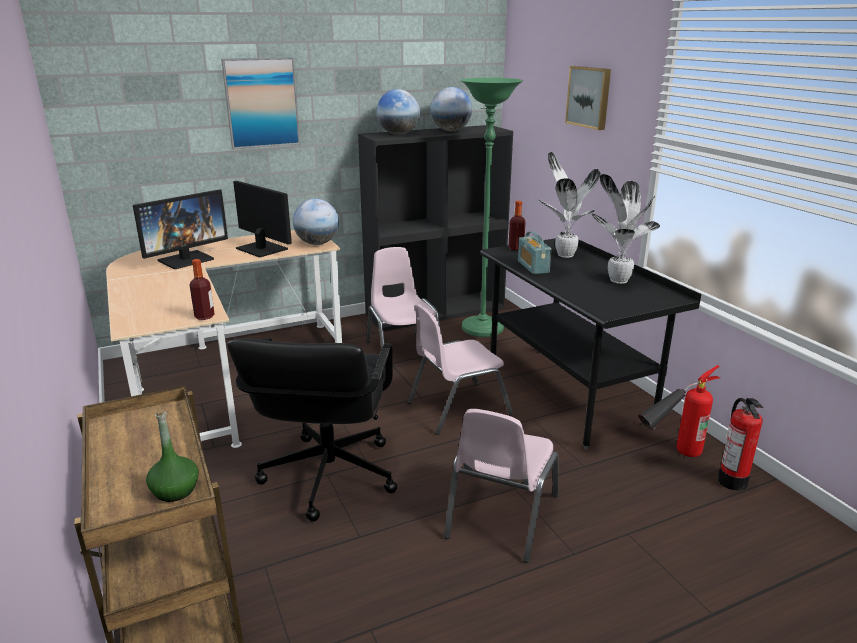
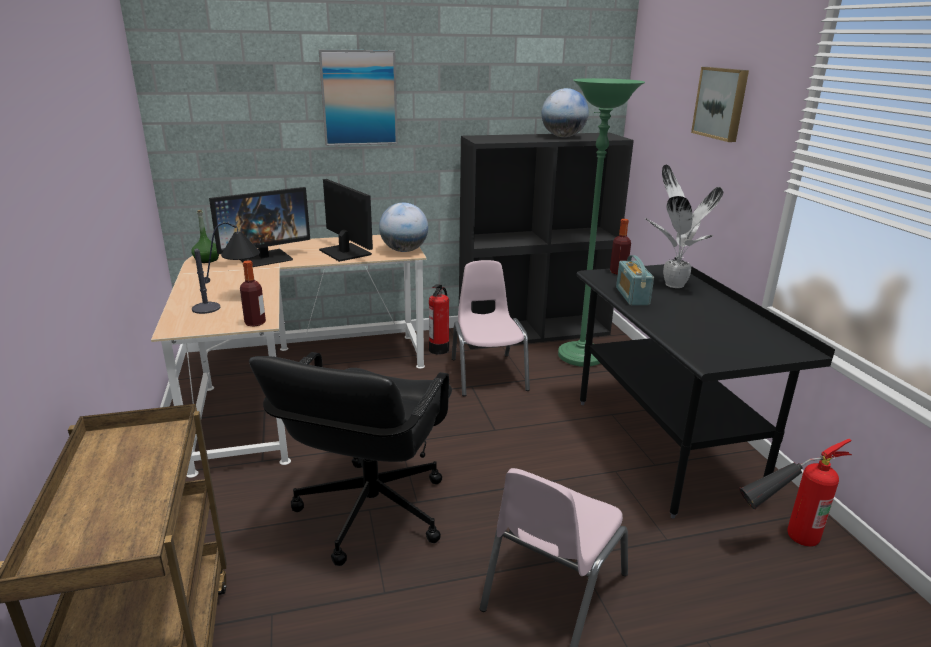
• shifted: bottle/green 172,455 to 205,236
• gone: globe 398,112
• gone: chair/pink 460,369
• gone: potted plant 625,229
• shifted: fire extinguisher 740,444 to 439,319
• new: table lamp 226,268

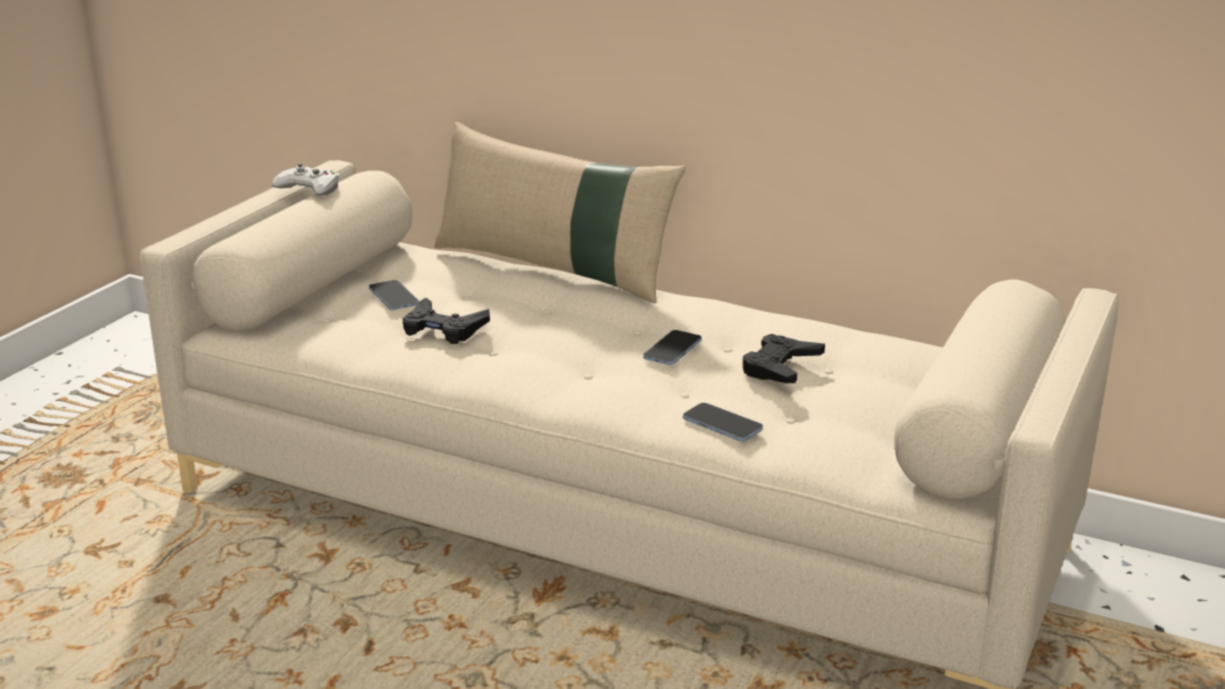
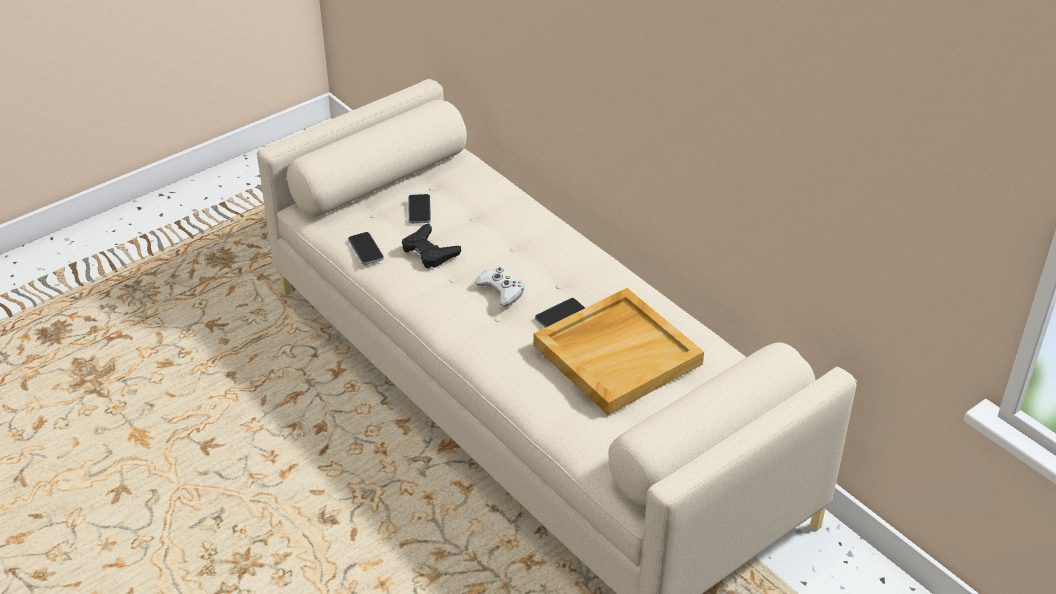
• shifted: game controller/white 306,180 to 499,286
• gone: pillow/beige 560,212
• shifted: phone 723,422 to 366,248
• swapped: game controller/black 783,358 to tray/beige 618,351

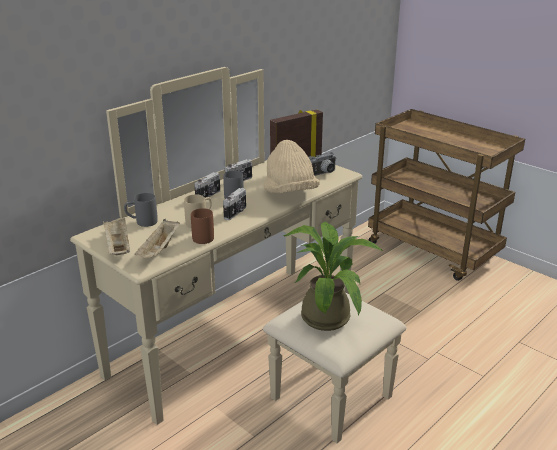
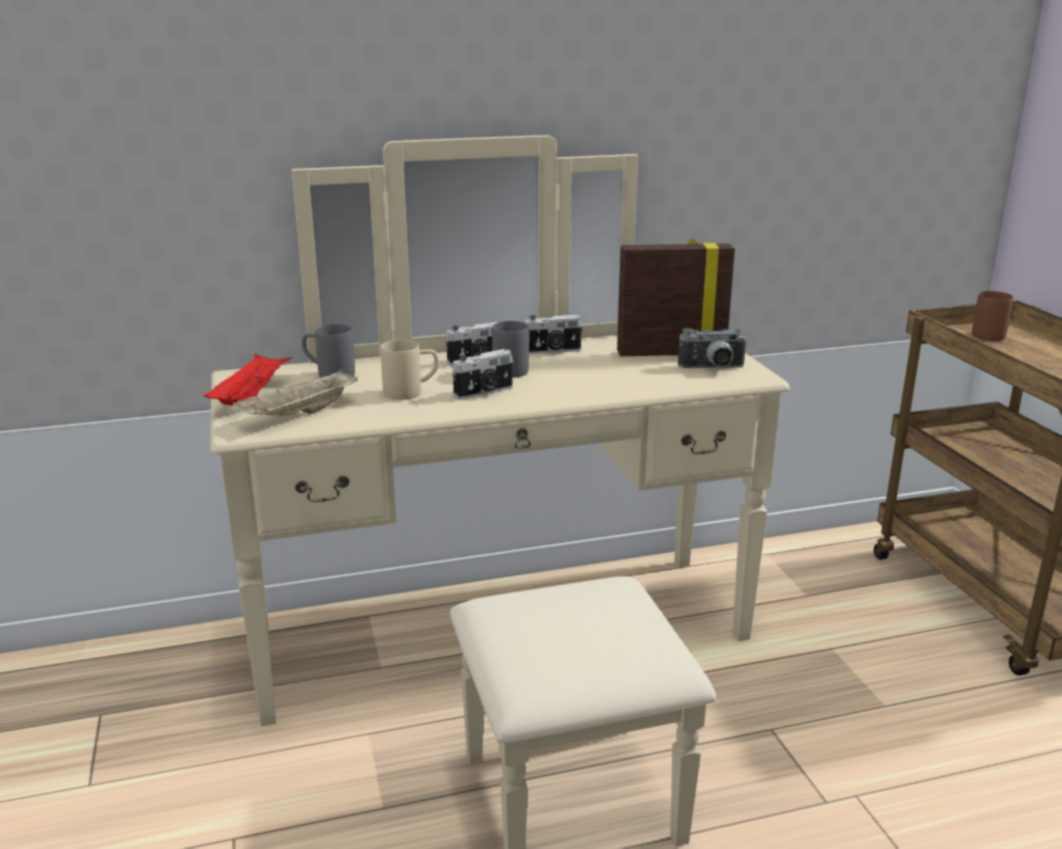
• repainted: tray/beige 116,236 to tray/red 247,379
• shifted: mug/brown 202,226 to 992,316
• gone: hat/beige 291,166
• gone: potted plant 334,276

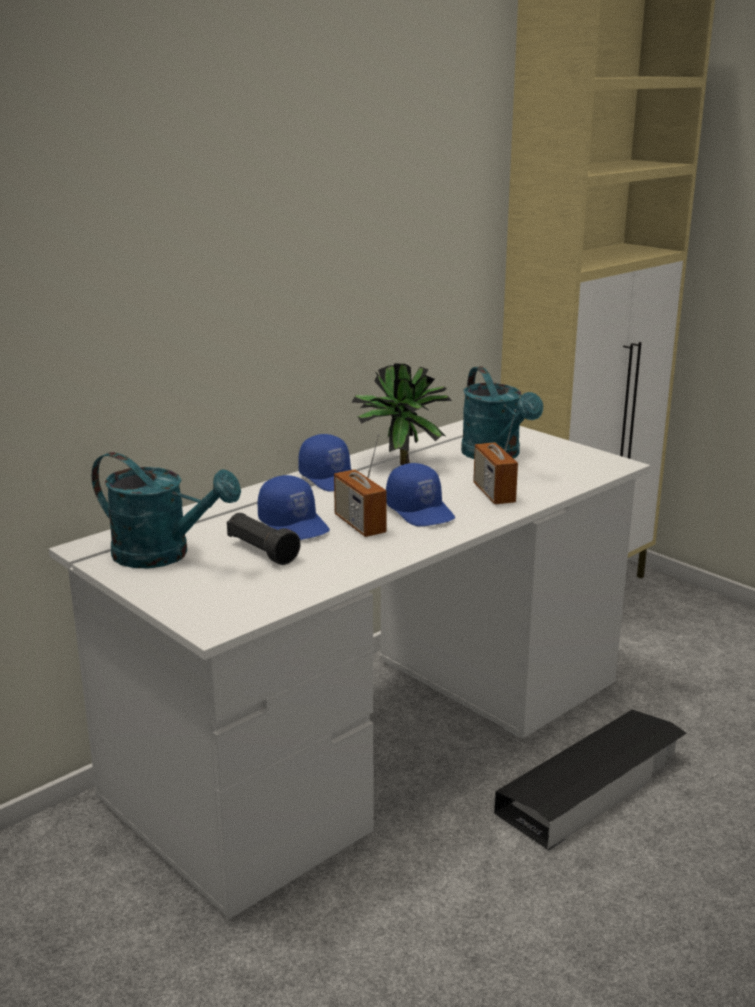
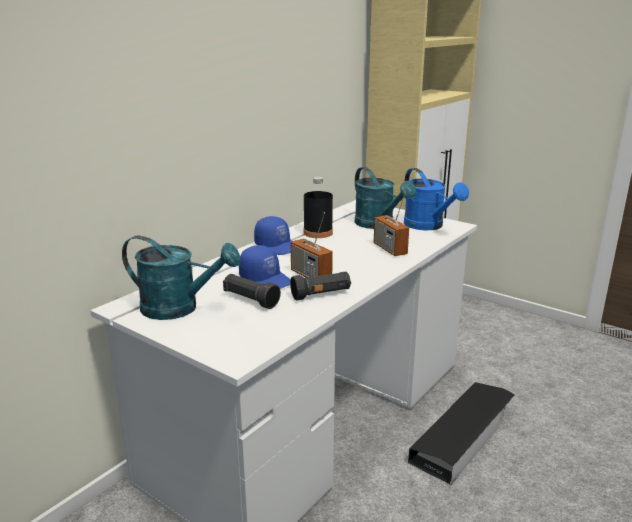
• swapped: potted plant 402,414 to bottle/black 318,207
• gone: cap/blue 420,494
• new: flashlight/black 320,286
• new: watering can/blue 436,199

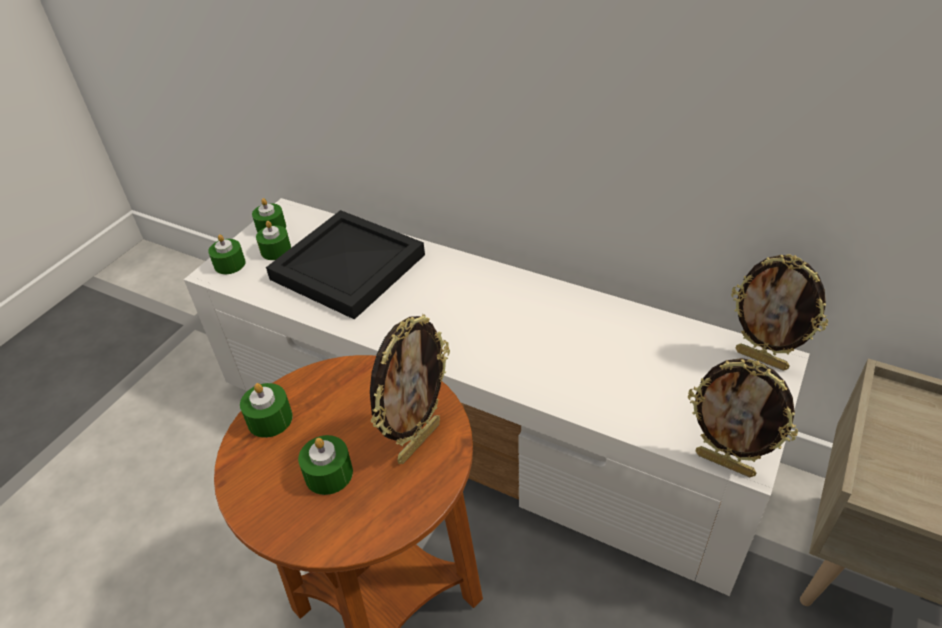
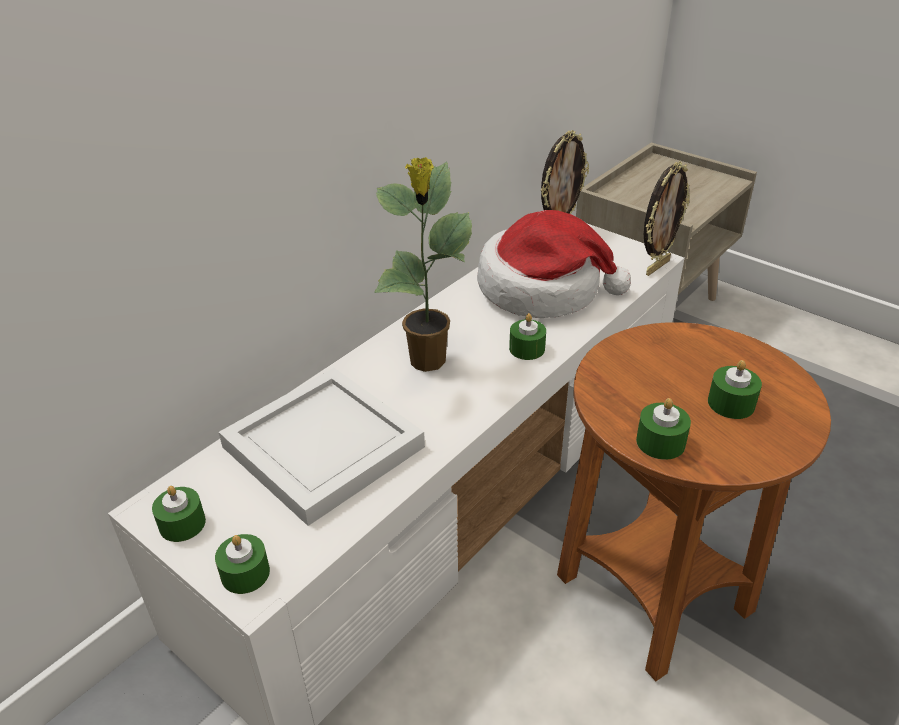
• shifted: candle/green 273,240 to 527,336
• repainted: tray/black 345,265 to tray/white 322,447
• gone: picture frame 410,389
• new: potted plant 423,264
• new: hat 554,264

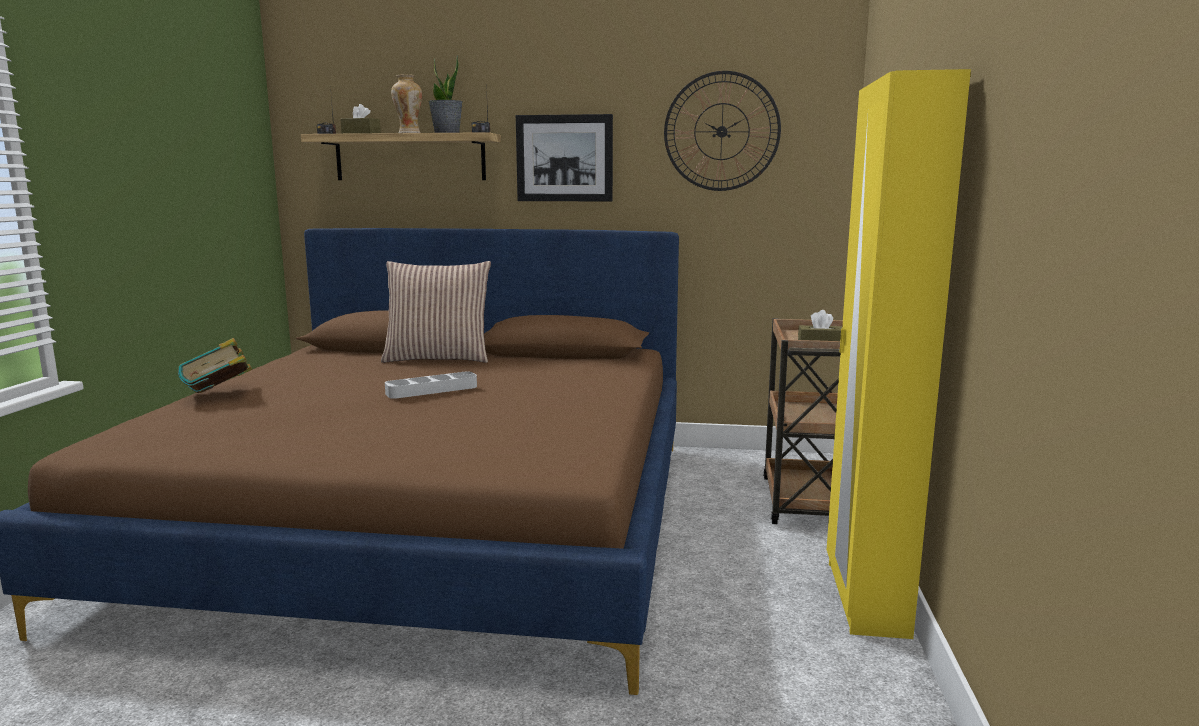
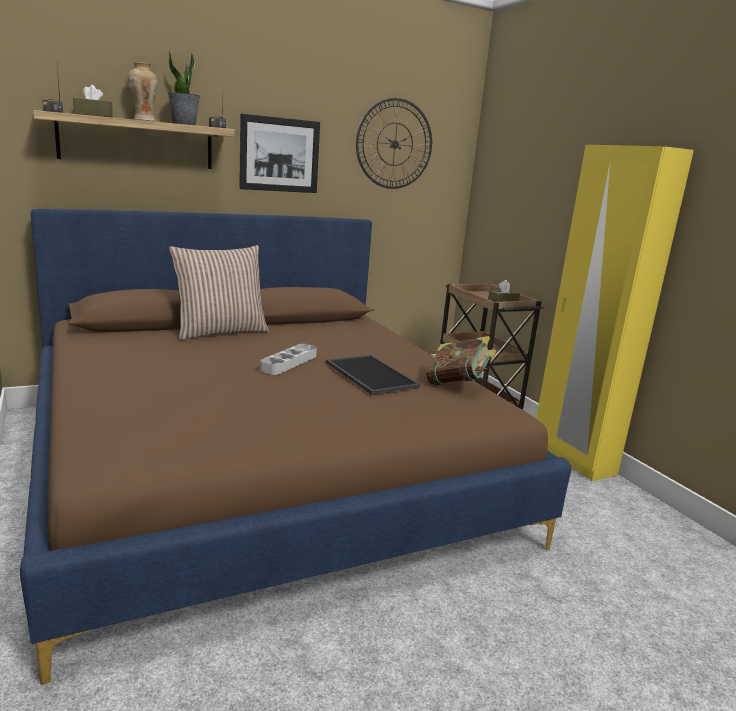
• shifted: book 215,365 to 461,360
• new: tray 373,375

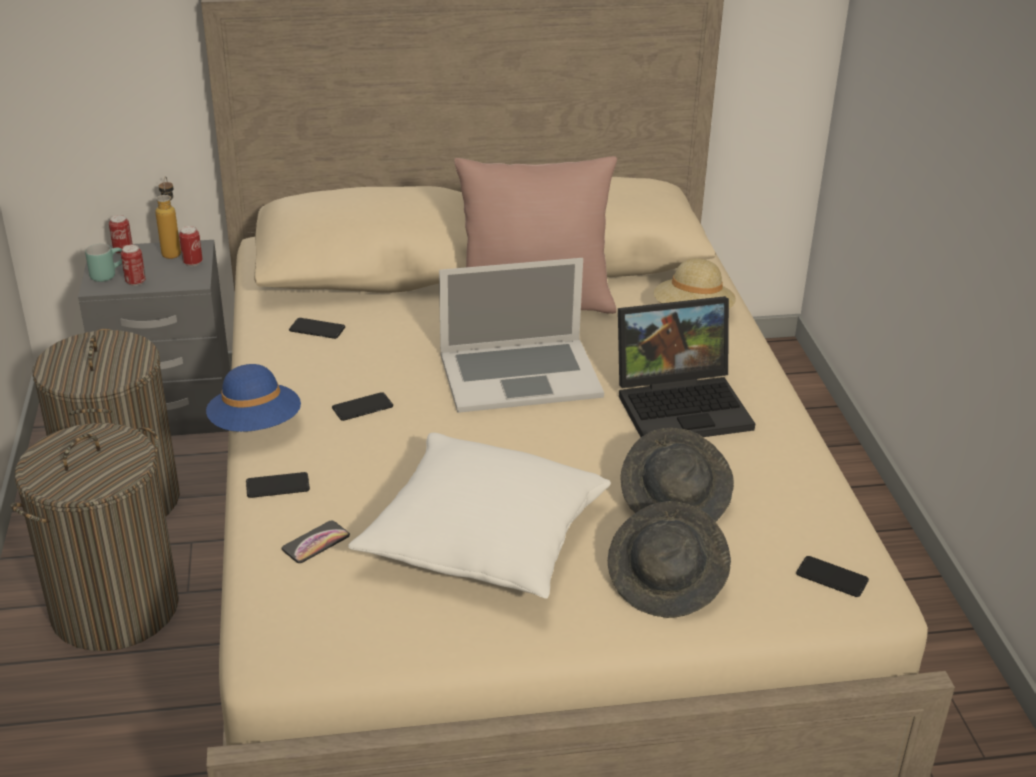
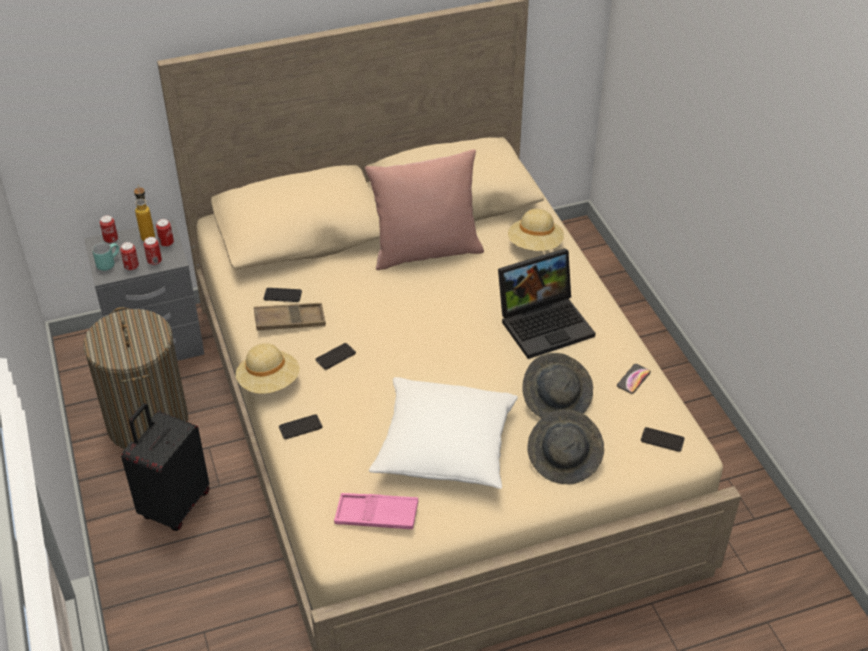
• swapped: laundry basket 94,537 to suitcase/black 165,467
• repainted: hat/blue 253,398 to hat/beige 268,368
• shifted: phone 316,541 to 634,379
• gone: laptop 521,335
• new: can 153,251
• new: tray/brown 290,316
• new: tray/pink 376,511

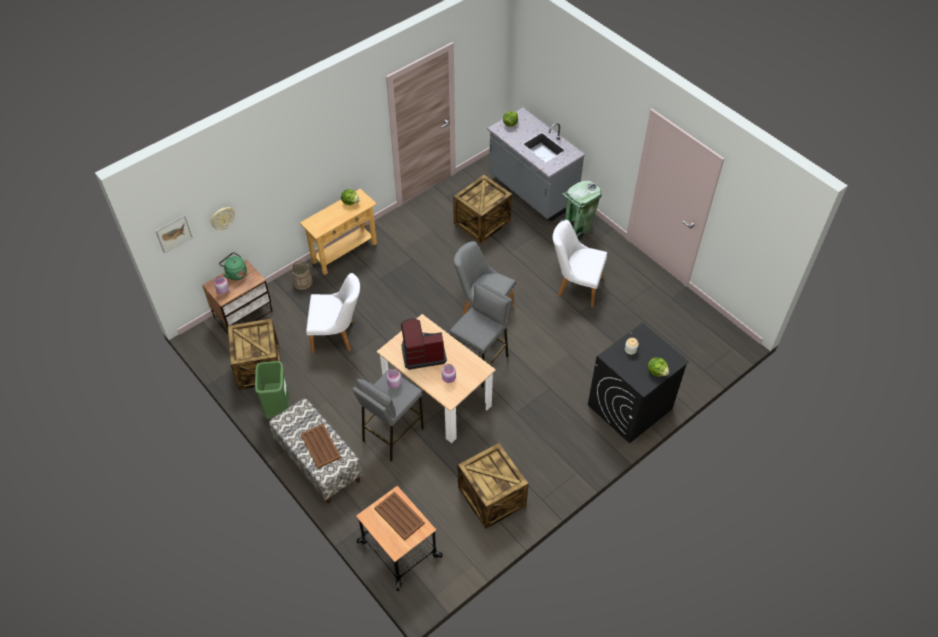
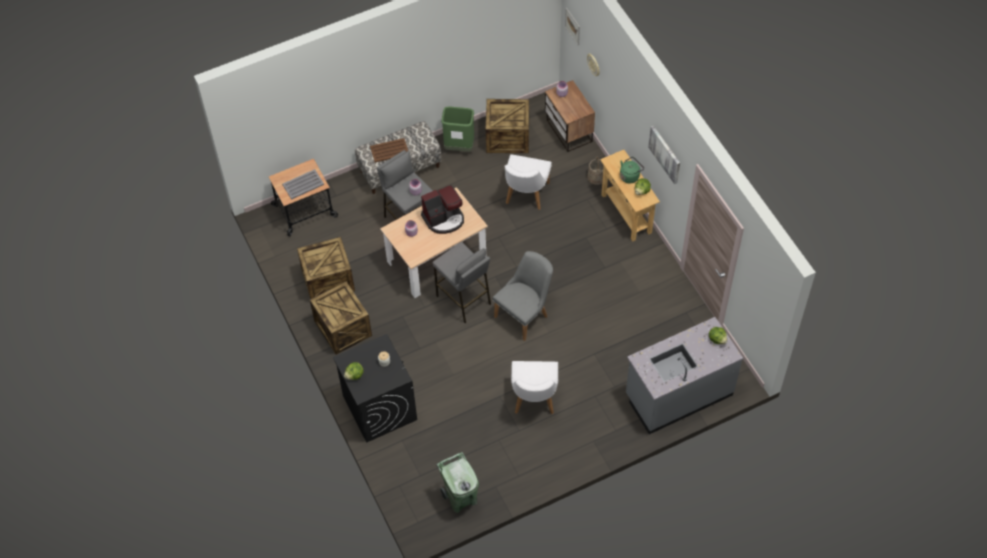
• shifted: kettle/green 233,266 to 632,170
• repainted: tray/brown 399,516 to tray/grey 303,184
• rotated: coffee machine 424,344 = 442,209 60 degrees clockwise
• shifted: crate 482,209 to 341,318
• rotated: chair/white 580,263 = 534,387 150 degrees clockwise
• shifted: trash can/green 579,211 to 457,482
• new: picture 664,155

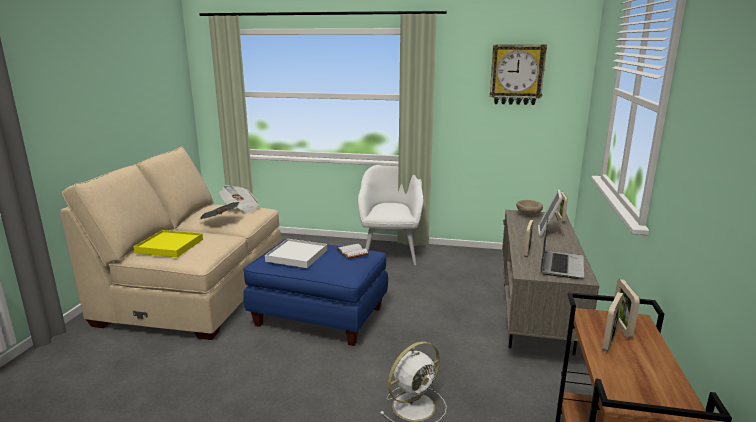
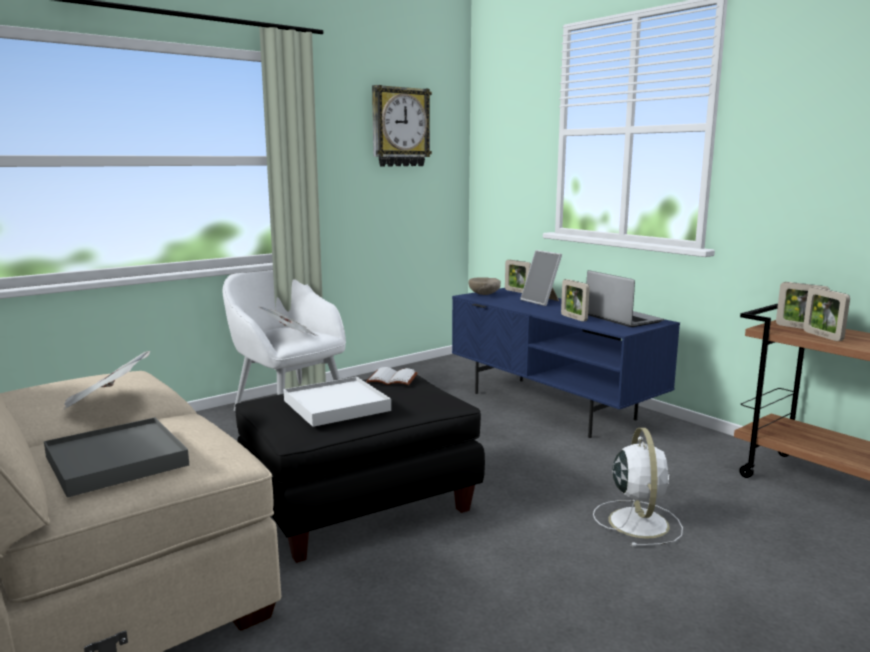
• repainted: tray/yellow 168,243 to tray/grey 116,457
• shifted: newspaper 239,199 to 287,321
• repainted: ottoman/blue 315,292 to ottoman/black 360,469
• repainted: tv stand/grey 550,282 to tv stand/blue 566,363

